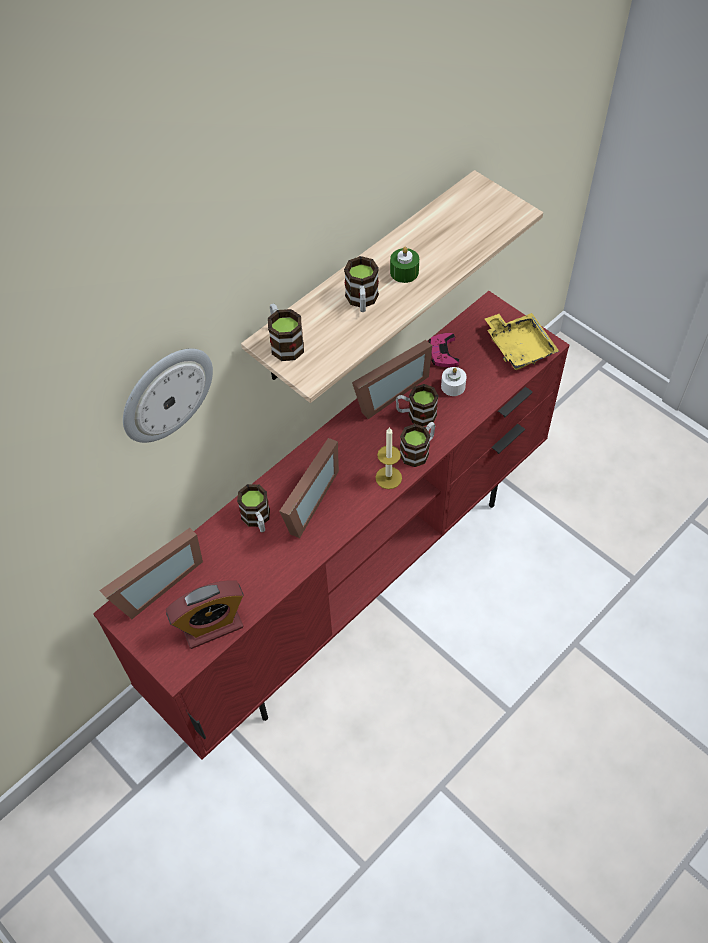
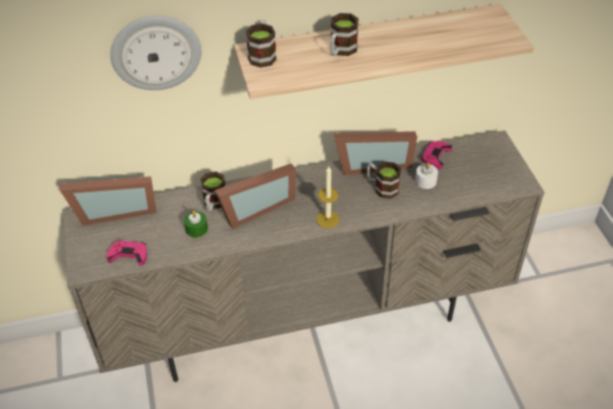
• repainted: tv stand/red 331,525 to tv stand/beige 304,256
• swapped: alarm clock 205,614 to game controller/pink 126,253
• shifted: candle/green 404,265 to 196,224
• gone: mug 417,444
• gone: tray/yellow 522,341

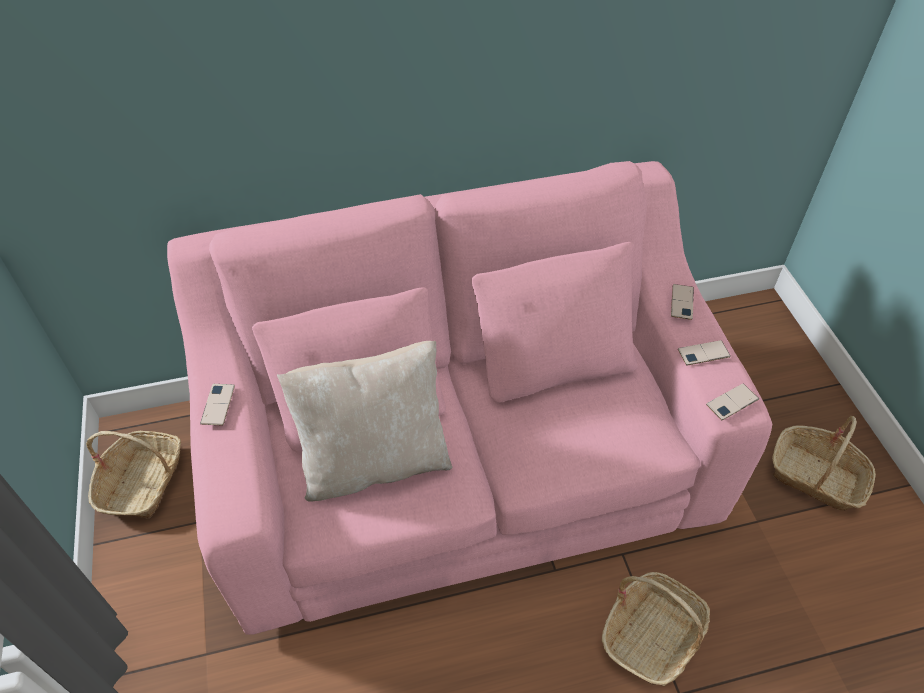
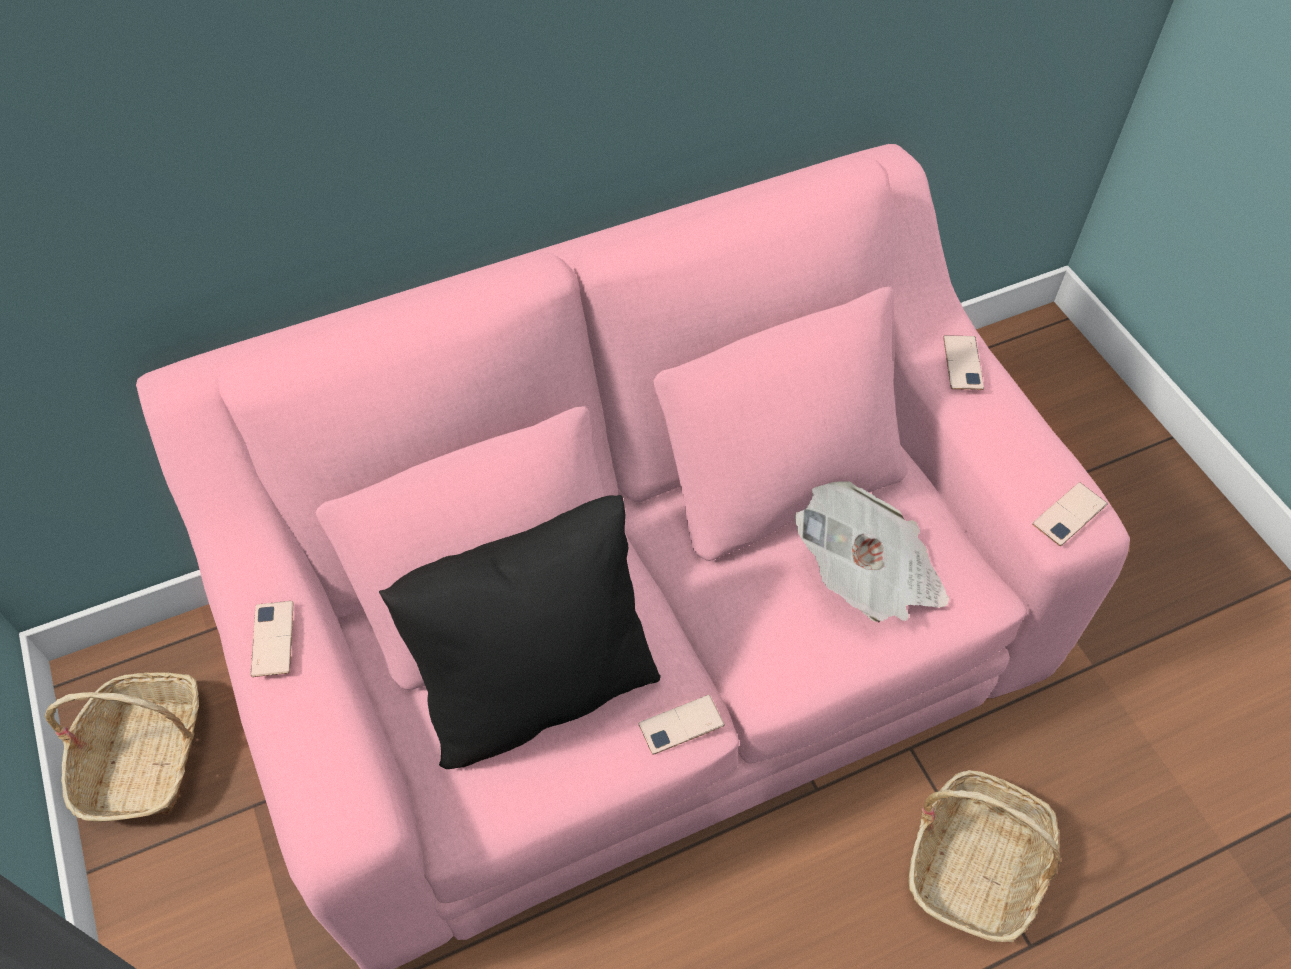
• repainted: pillow/beige 365,421 to pillow/black 520,632
• shifted: phone 704,352 to 681,725
• gone: basket 824,463
• new: newspaper 872,552

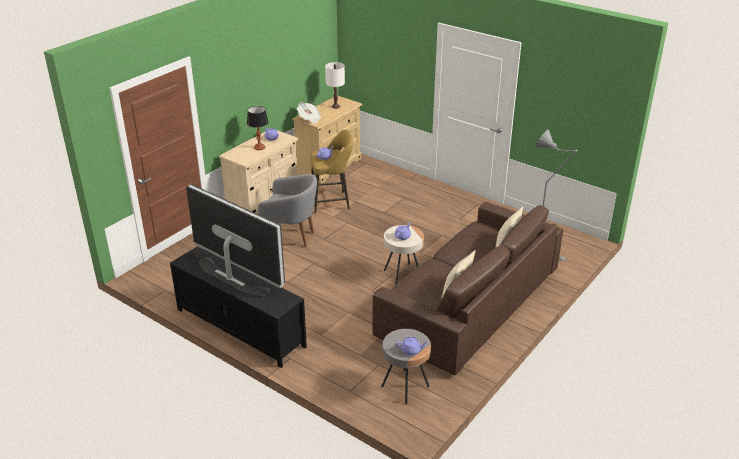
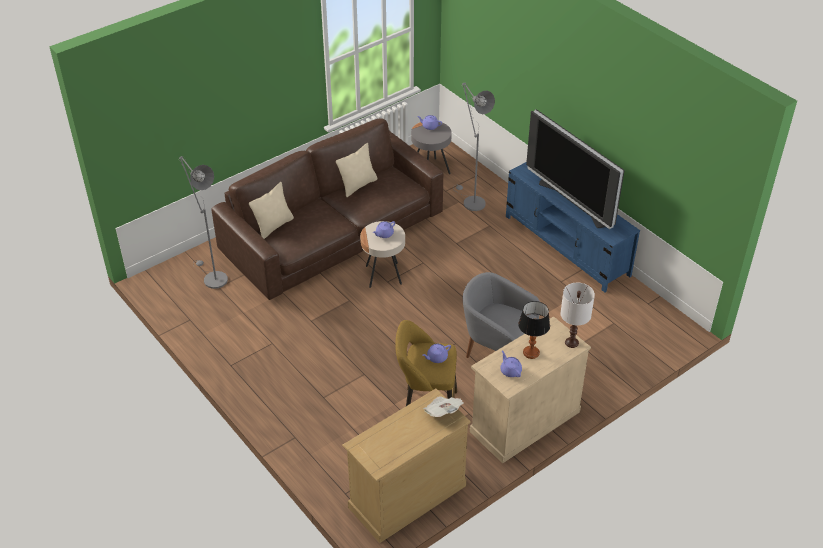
• repainted: tv stand/black 238,307 to tv stand/blue 573,227
• shifted: table lamp/white 335,85 to 577,315
• new: floor lamp/grey 474,147

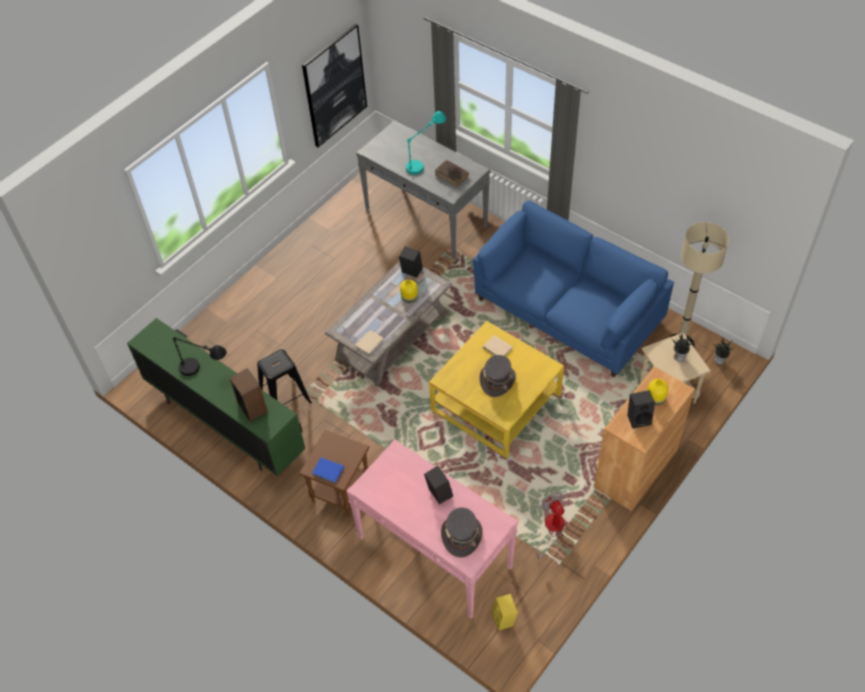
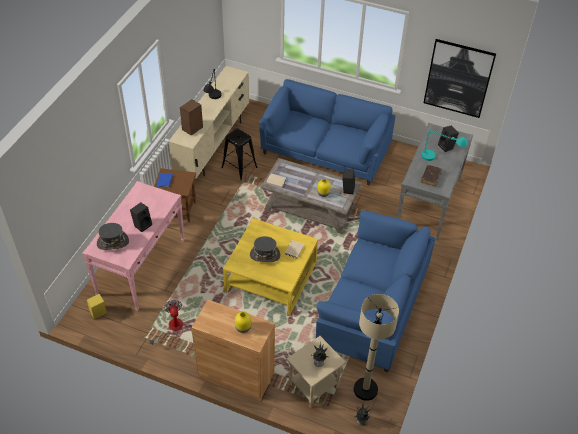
• repainted: tv stand/green 216,397 to tv stand/beige 208,122
• rotated: fan 550,525 = 166,322 60 degrees counterclockwise
• shifted: speaker/black 641,409 to 448,138
• new: sofa/blue 327,132

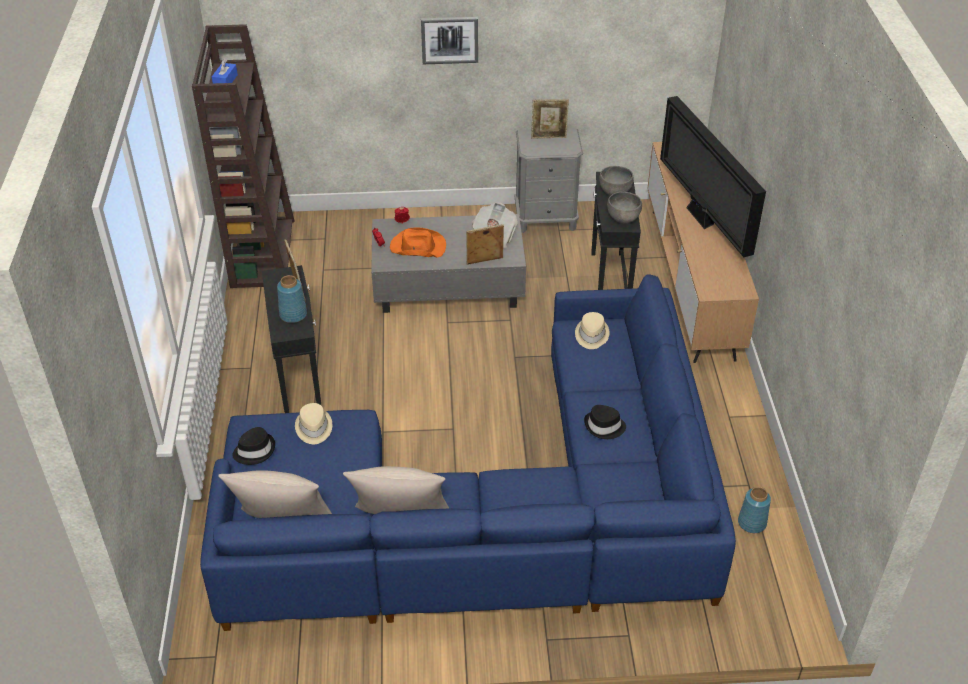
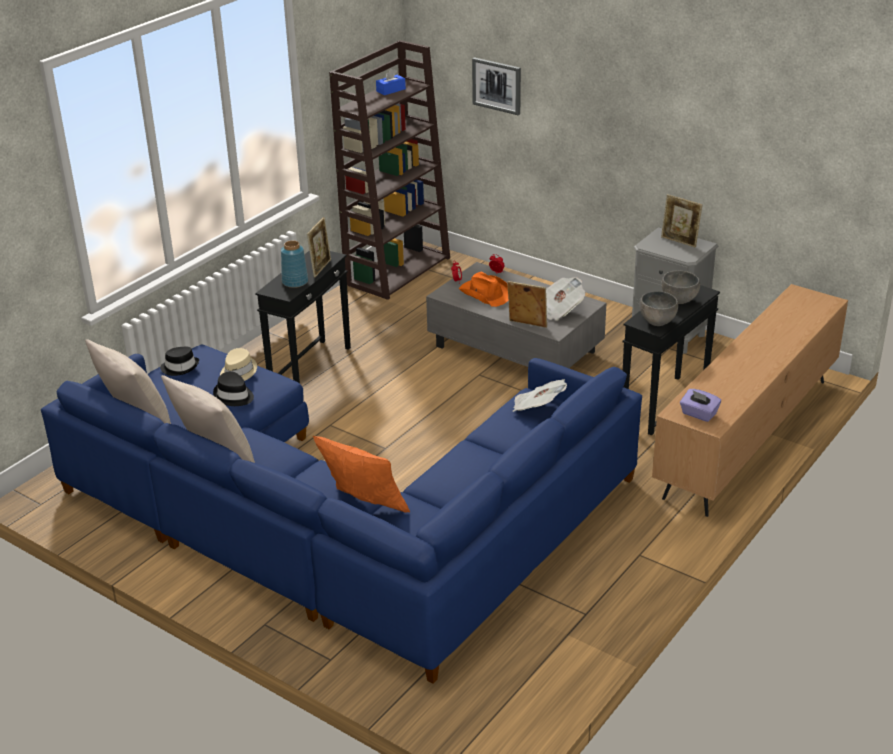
• shifted: picture 449,40 to 496,86
• swapped: hat/beige 592,330 to newspaper 540,395
• shifted: hat/black 605,422 to 233,388
• gone: television 713,176
• gone: vase/blue 754,510
• new: pillow/orange 361,474
• new: tissue box/purple 700,405

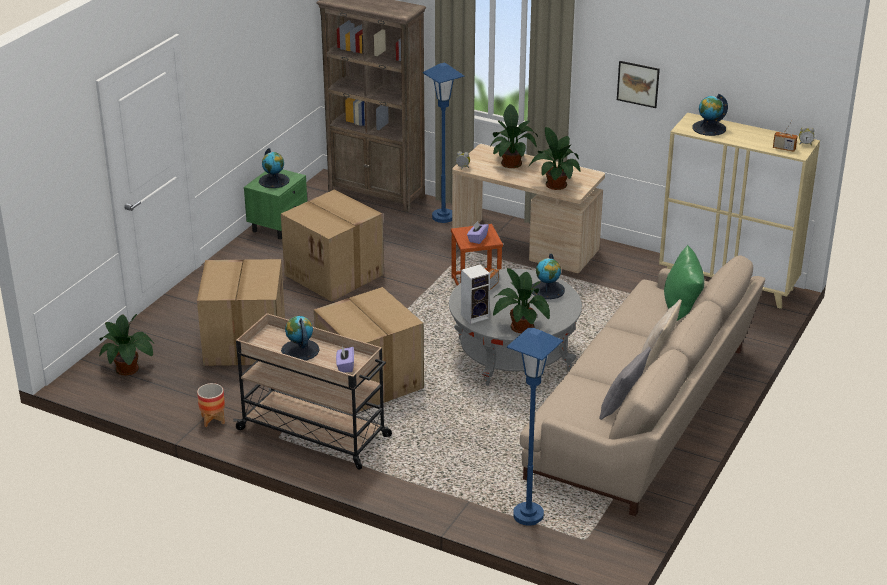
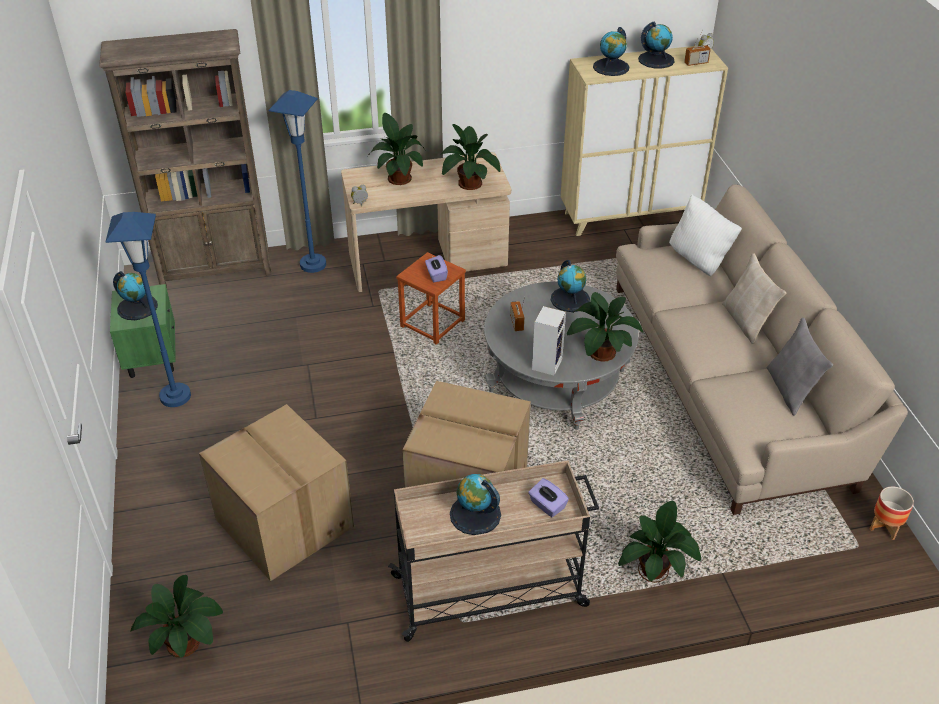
• shifted: planter 211,405 to 892,513
• gone: cardboard box 332,245
• shifted: floor lamp/blue 535,427 to 148,309
• gone: picture 638,84
• repainted: pillow/green 684,283 to pillow/white 705,235
• new: potted plant 659,542
• new: globe 656,45

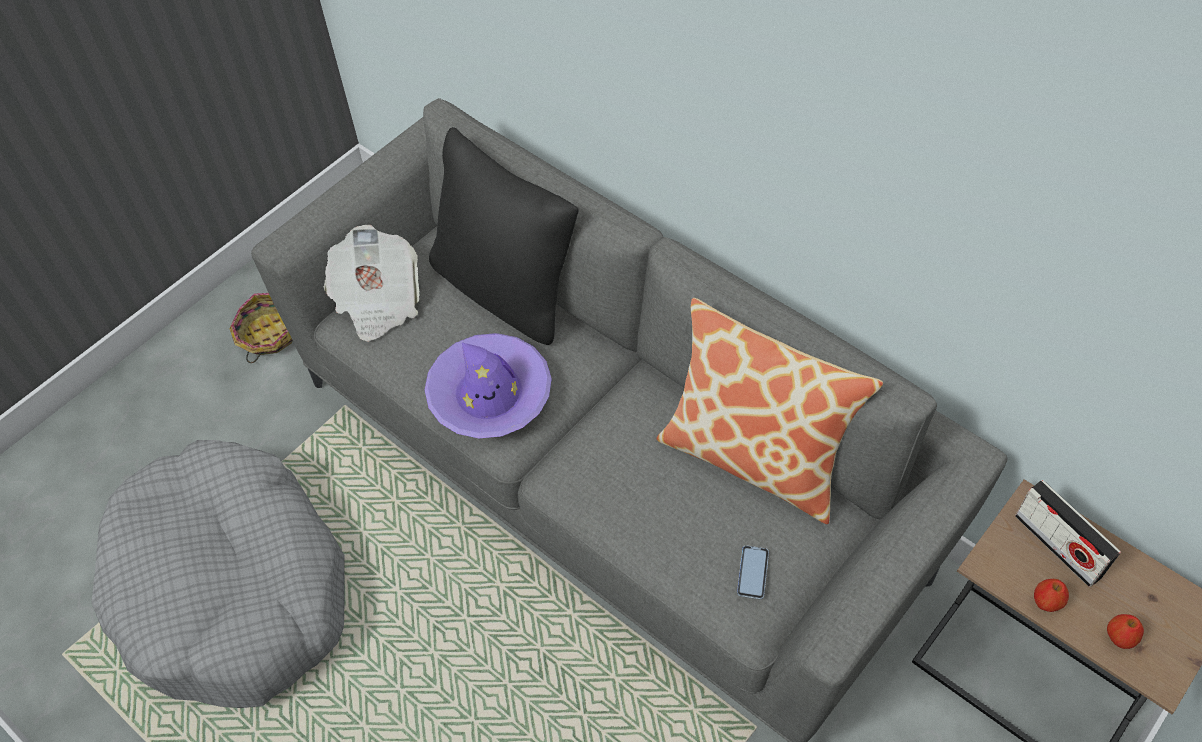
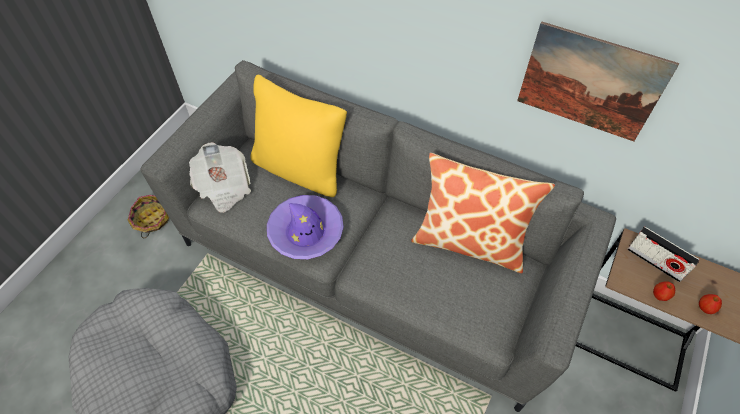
• repainted: pillow/black 504,236 to pillow/yellow 298,136
• gone: phone 753,572
• new: picture 598,81

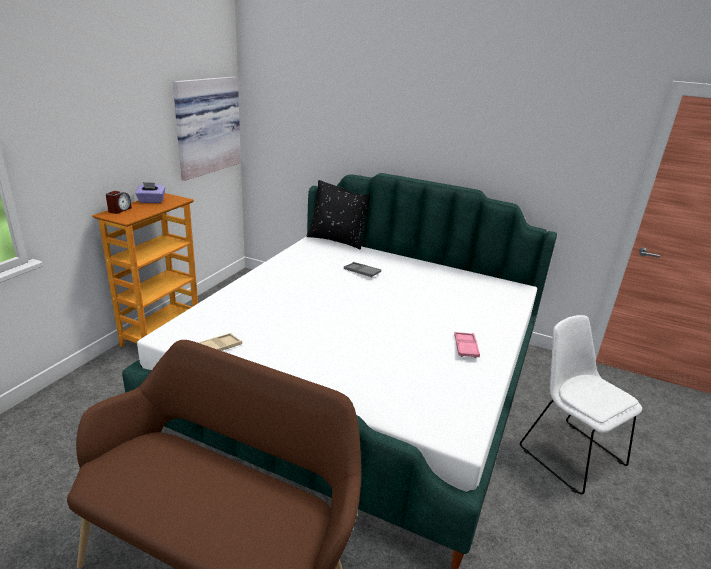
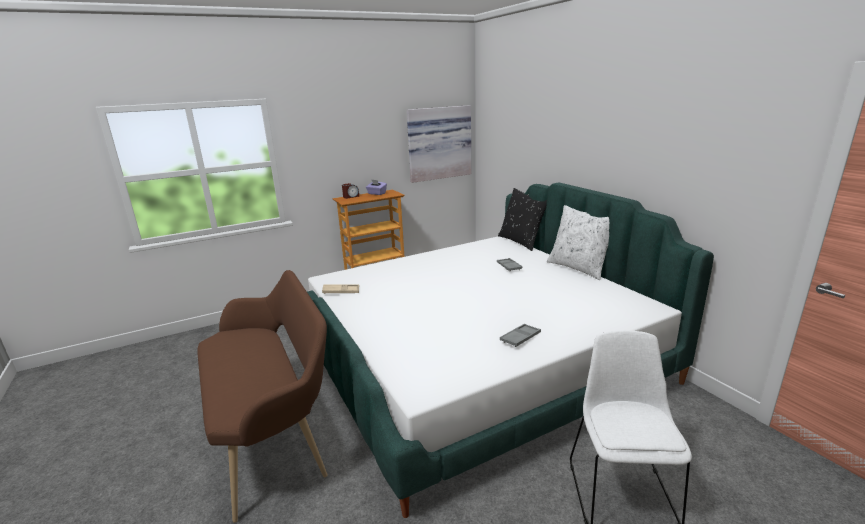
• repainted: tray/pink 467,345 to tray/grey 520,335
• new: pillow/white 578,242

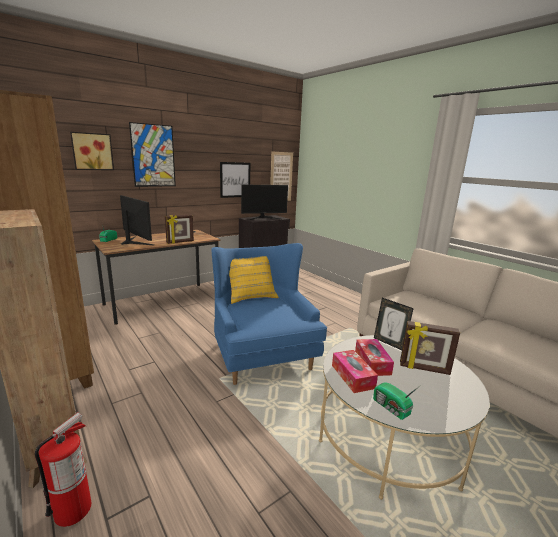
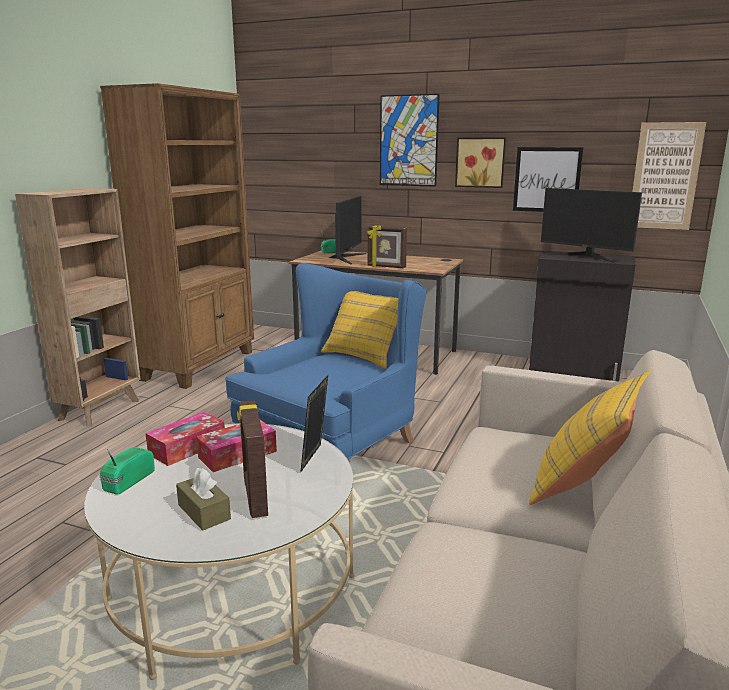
• gone: fire extinguisher 63,469
• shifted: picture 92,151 to 480,162
• new: tissue box/brown 203,499
• new: pillow/yellow 590,437

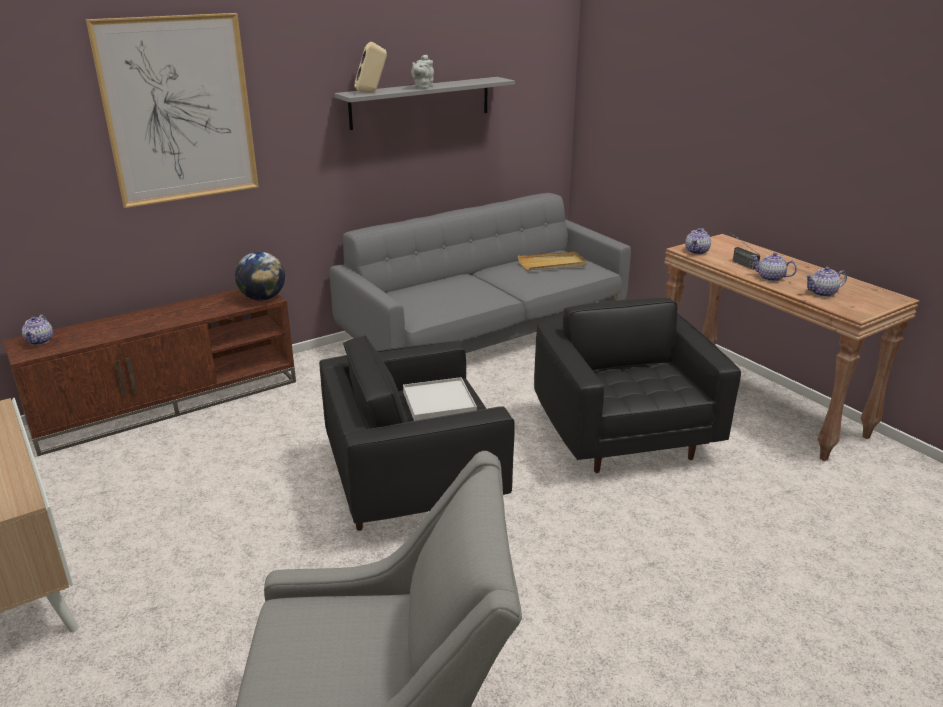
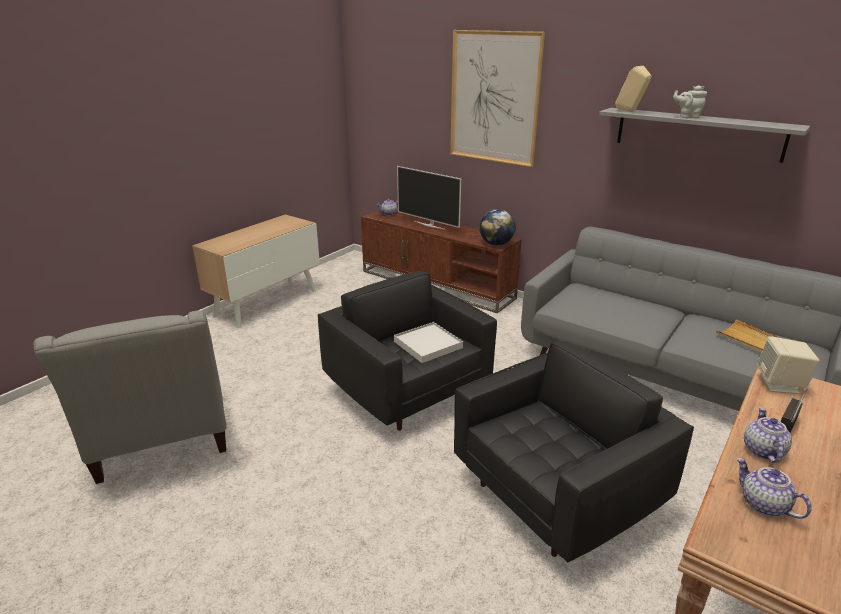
• swapped: teapot 698,241 to speaker/beige 788,365
• new: television 429,198

